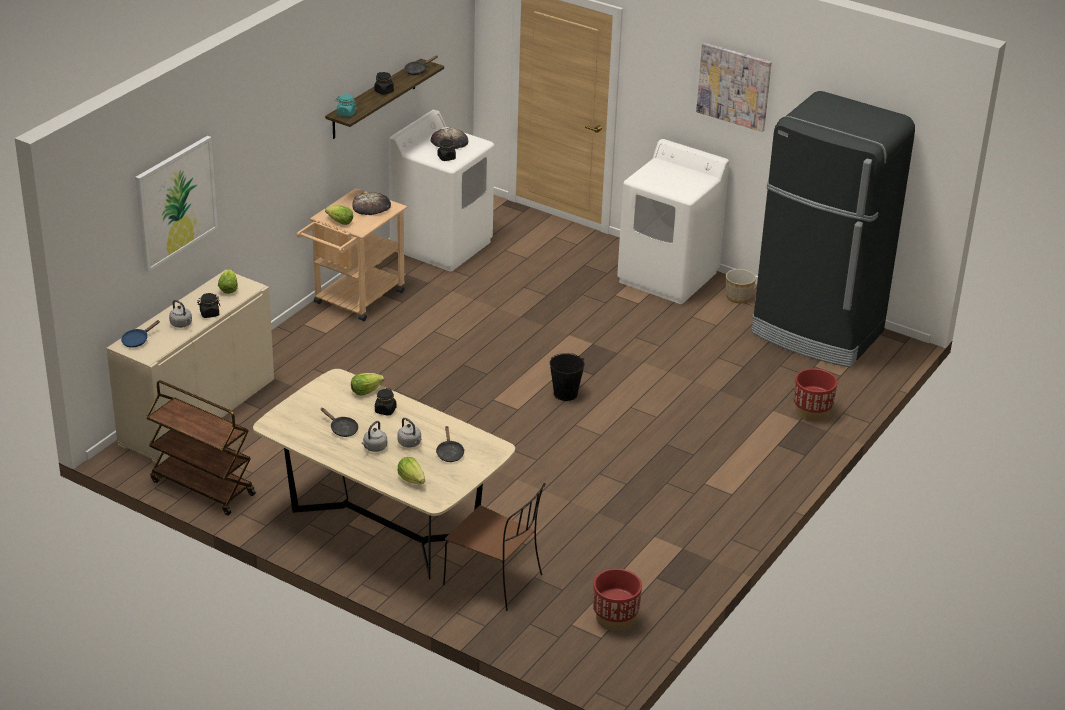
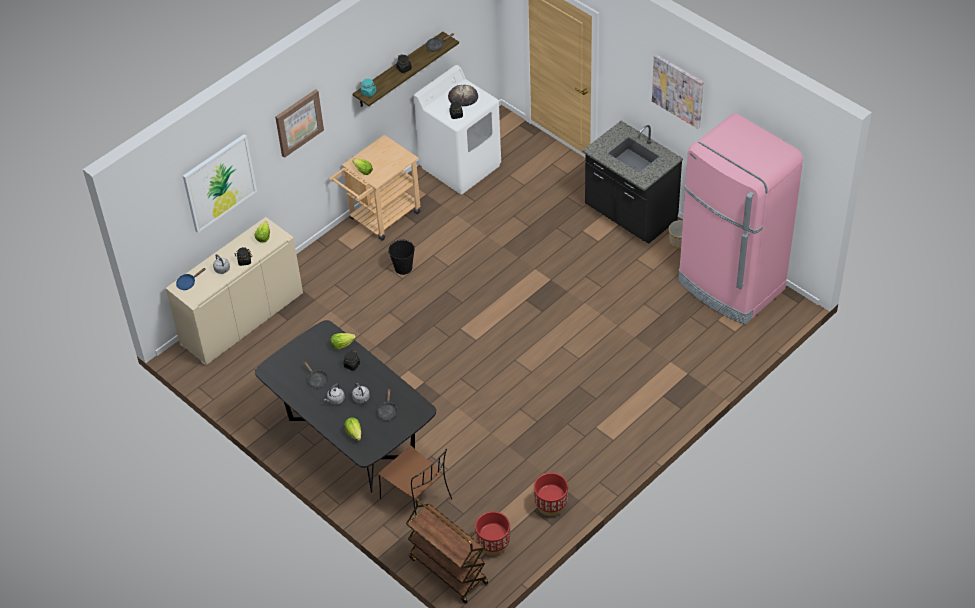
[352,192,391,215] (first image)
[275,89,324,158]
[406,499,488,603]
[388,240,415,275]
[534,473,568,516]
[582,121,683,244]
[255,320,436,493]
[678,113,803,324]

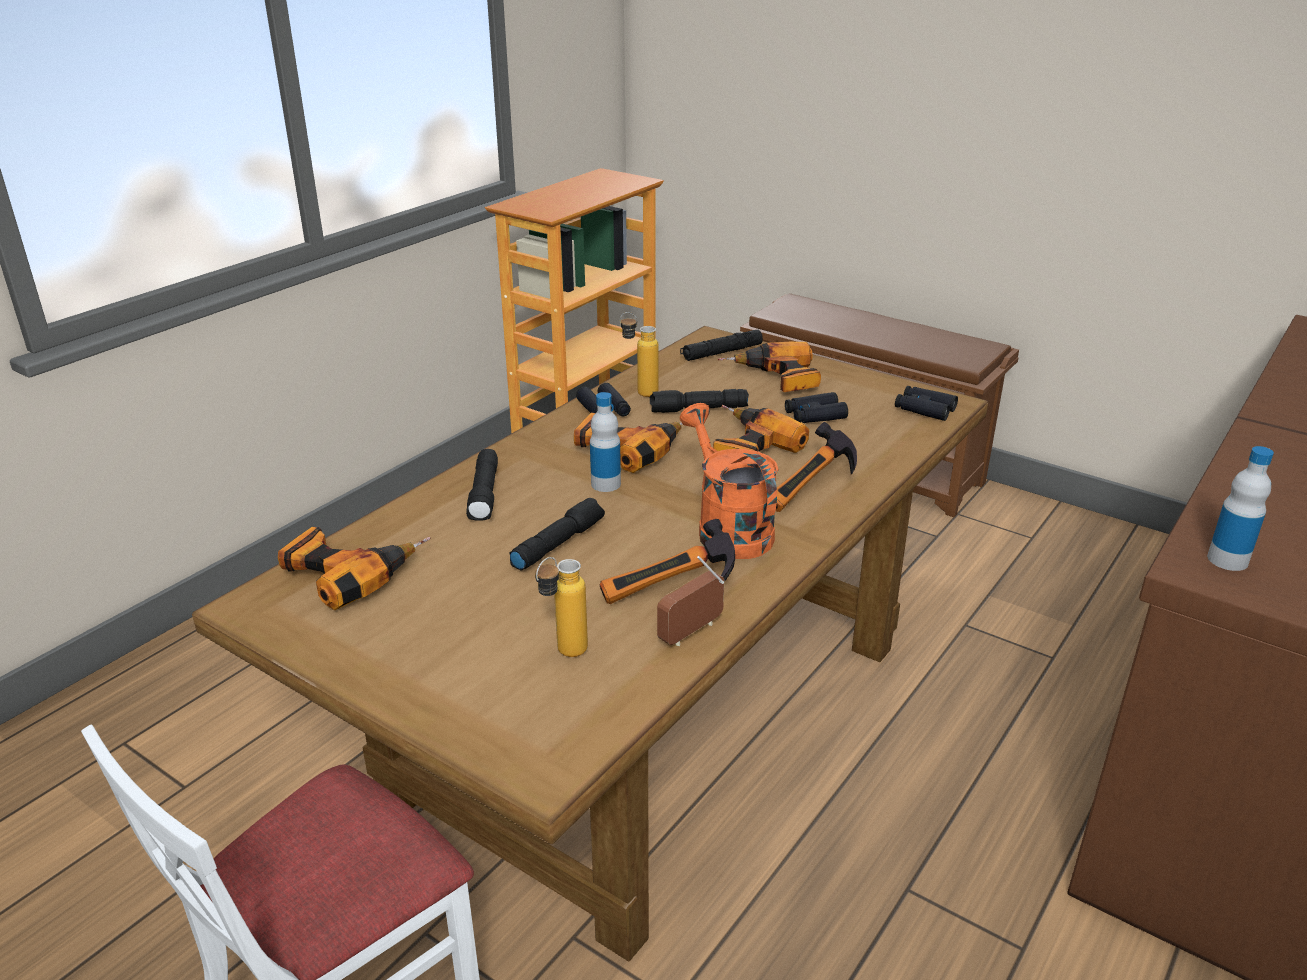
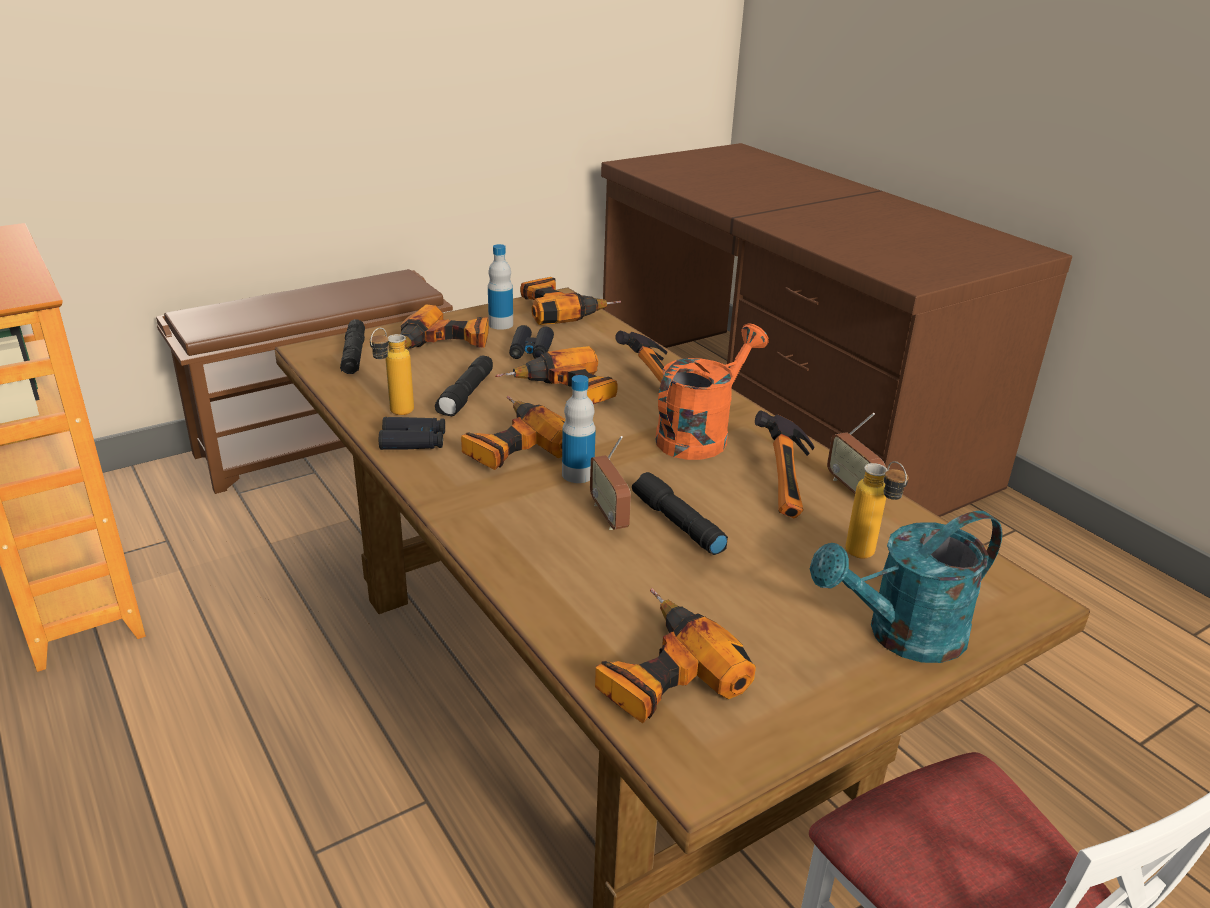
[466,449,498,521] (first image)
[590,436,631,530]
[810,511,1002,663]
[488,244,513,330]
[520,277,621,325]
[655,324,769,460]

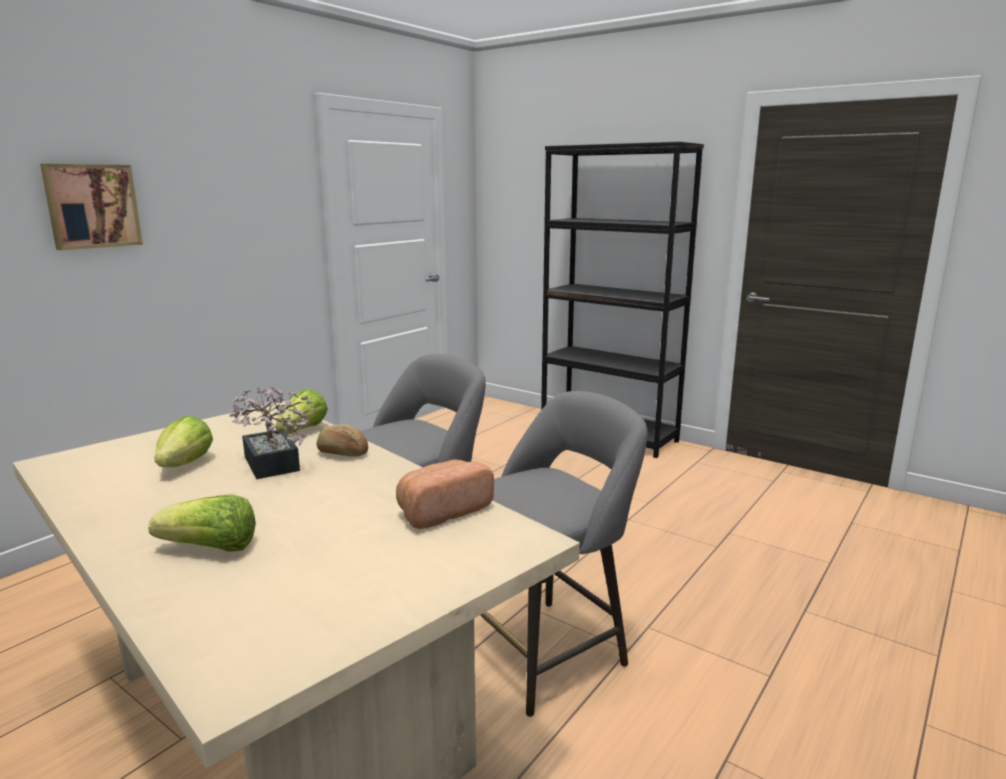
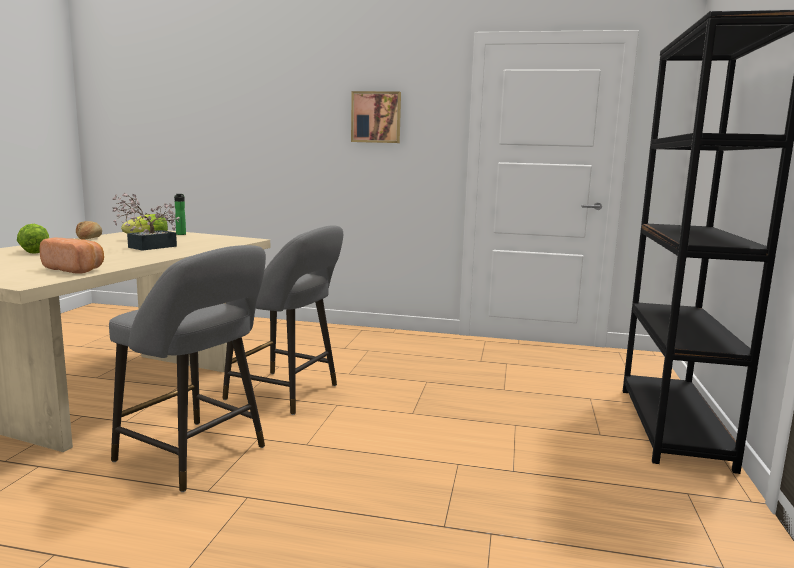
[276,389,328,434] (first image)
[174,194,186,235]
[351,91,401,143]
[76,221,102,240]

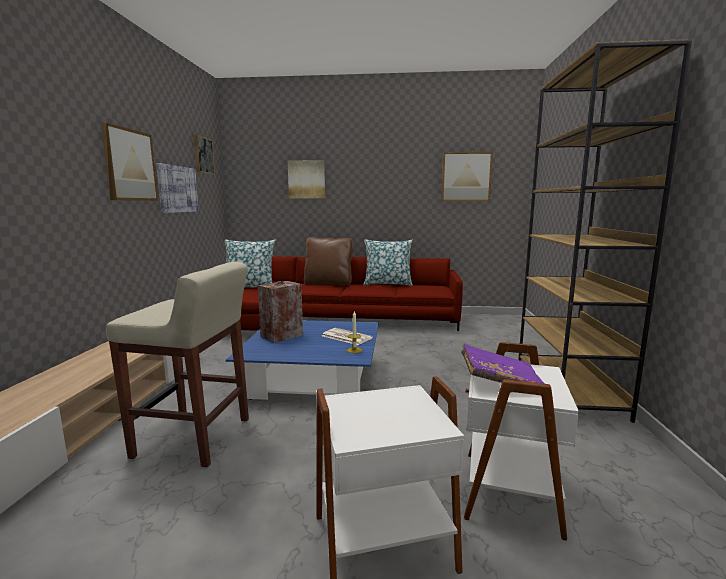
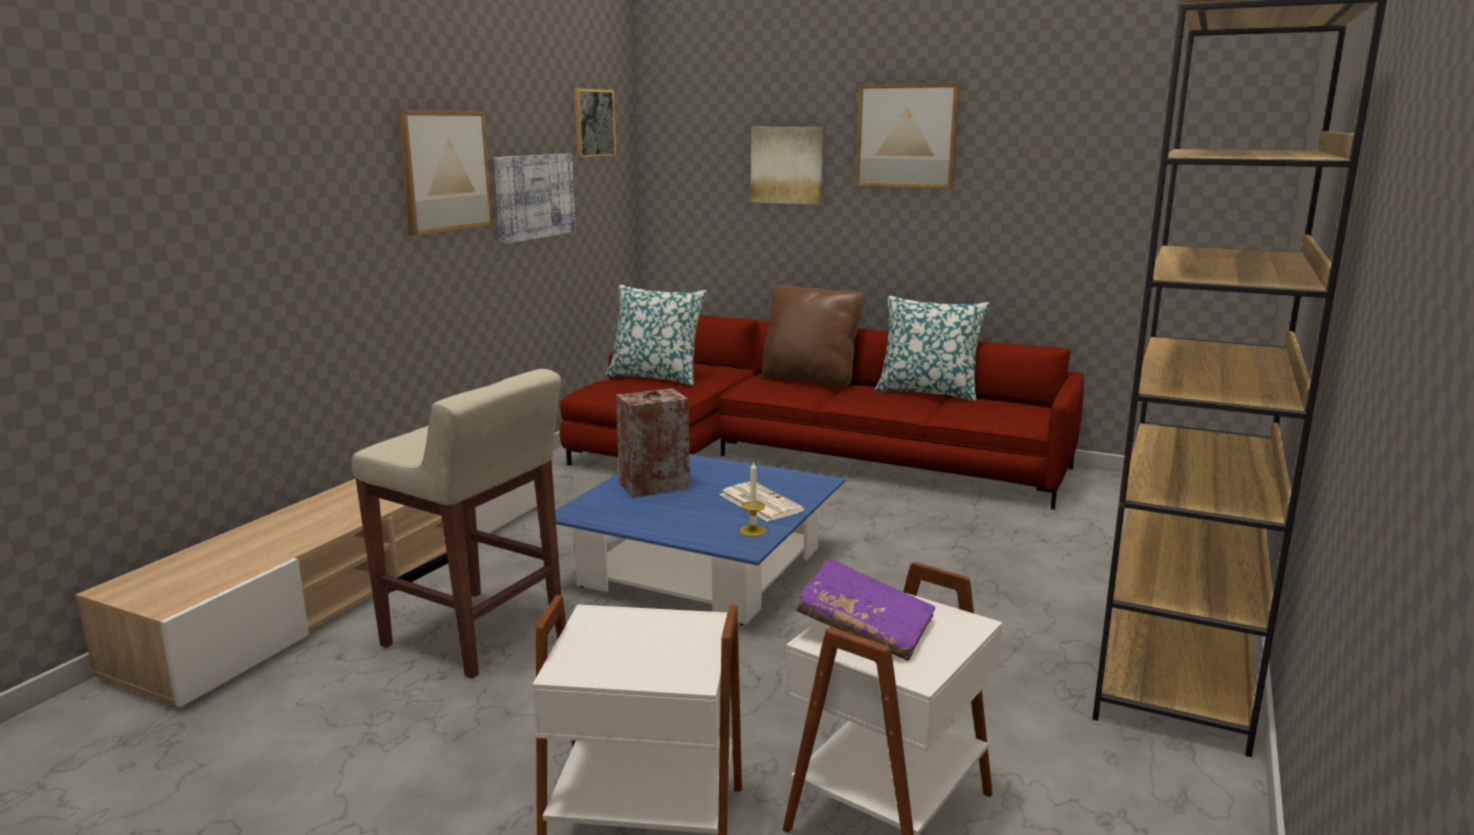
[856,83,960,189]

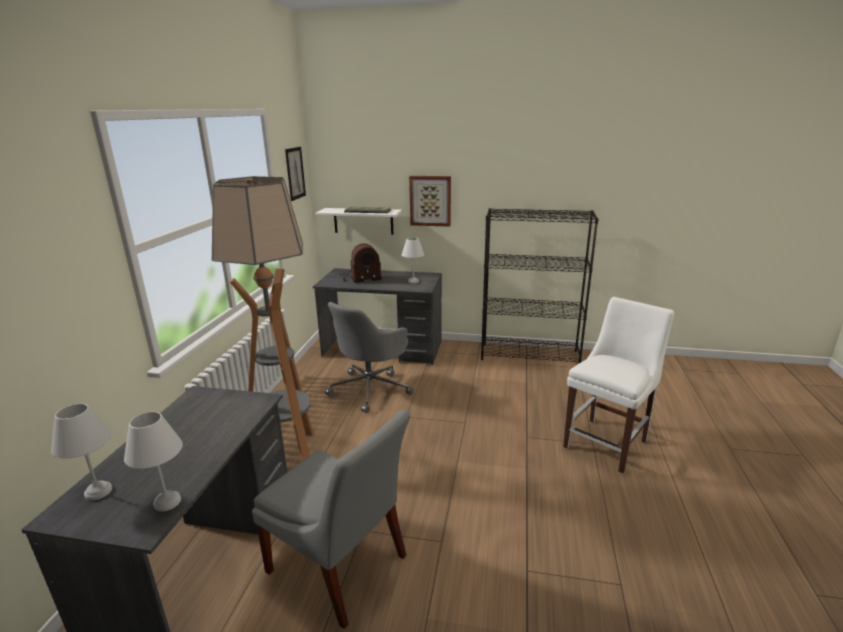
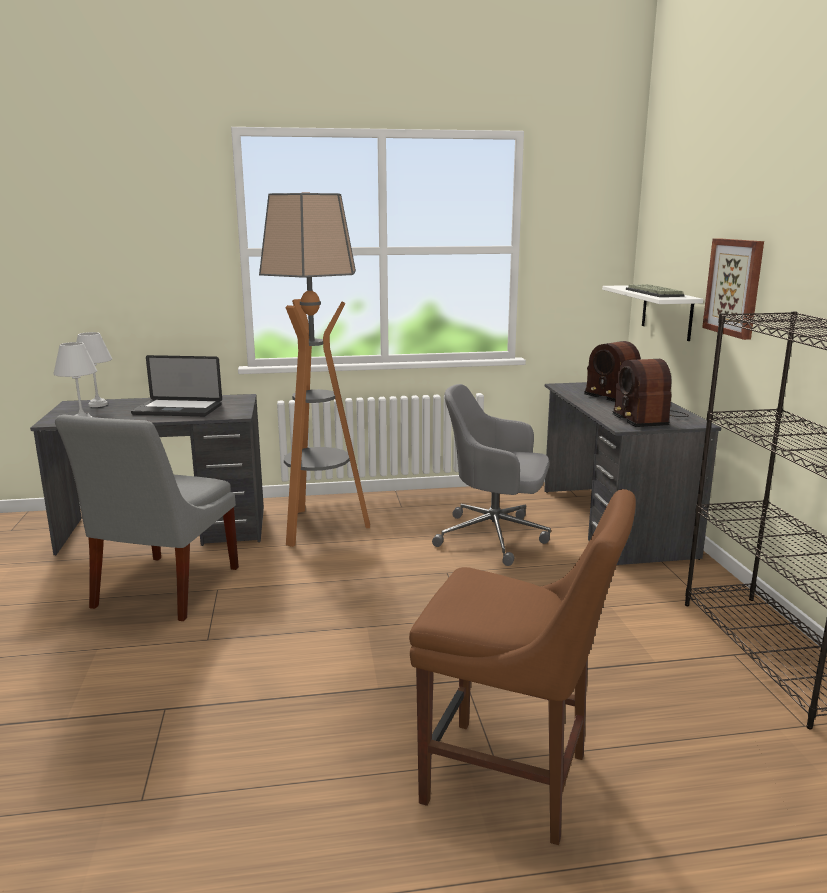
[285,147,306,201] (first image)
[131,355,222,417]
[612,359,689,427]
[409,489,636,845]

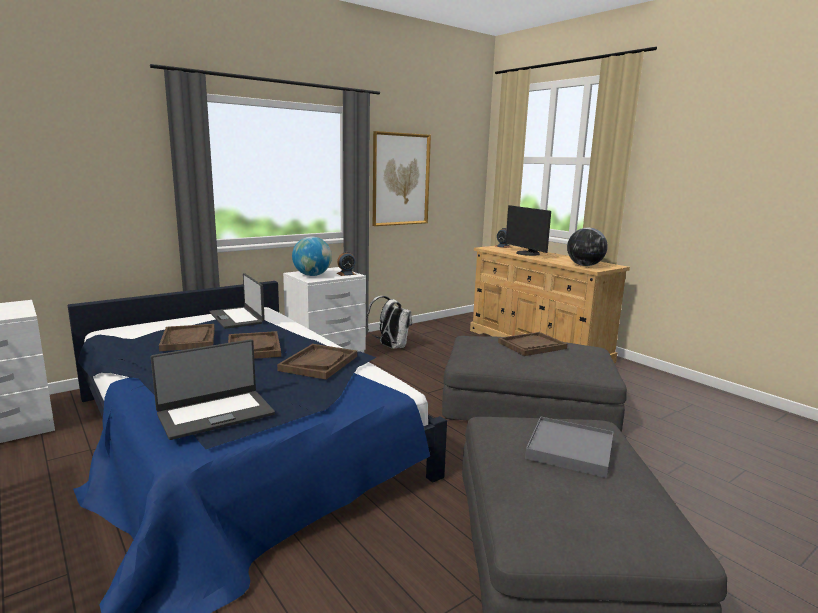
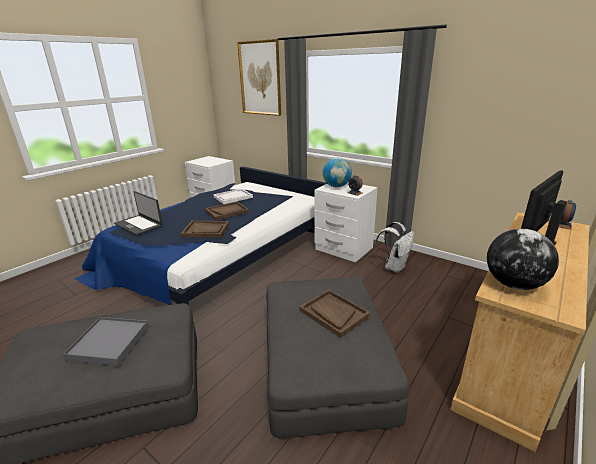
[209,273,265,329] (first image)
[237,39,281,116]
[213,189,253,204]

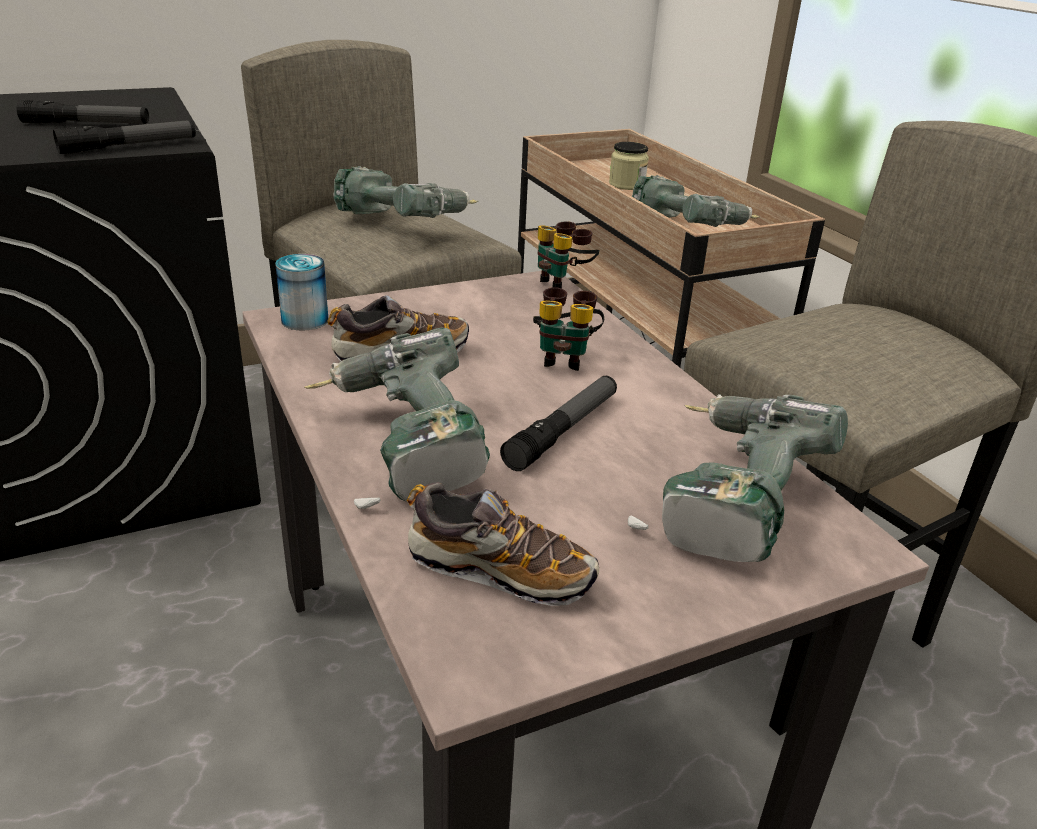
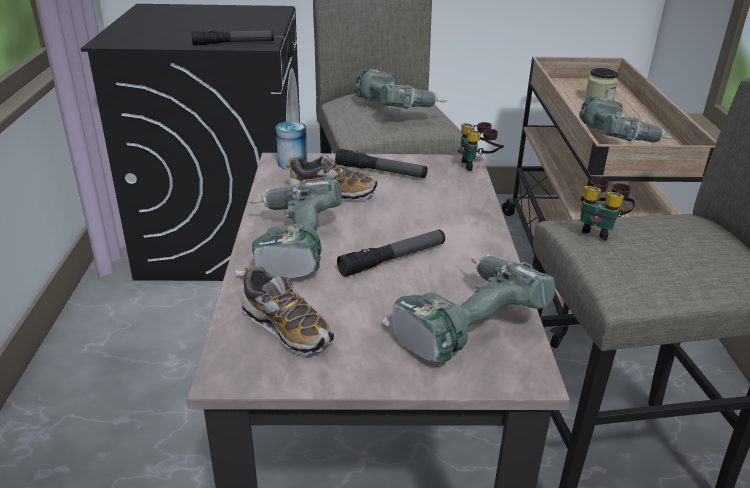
[335,149,428,178]
[580,177,635,240]

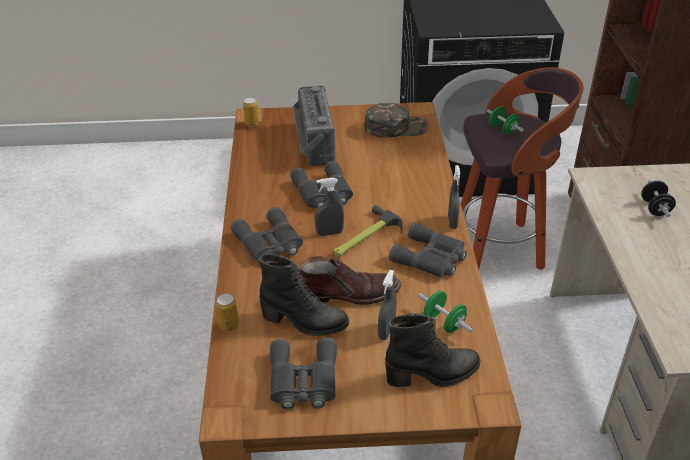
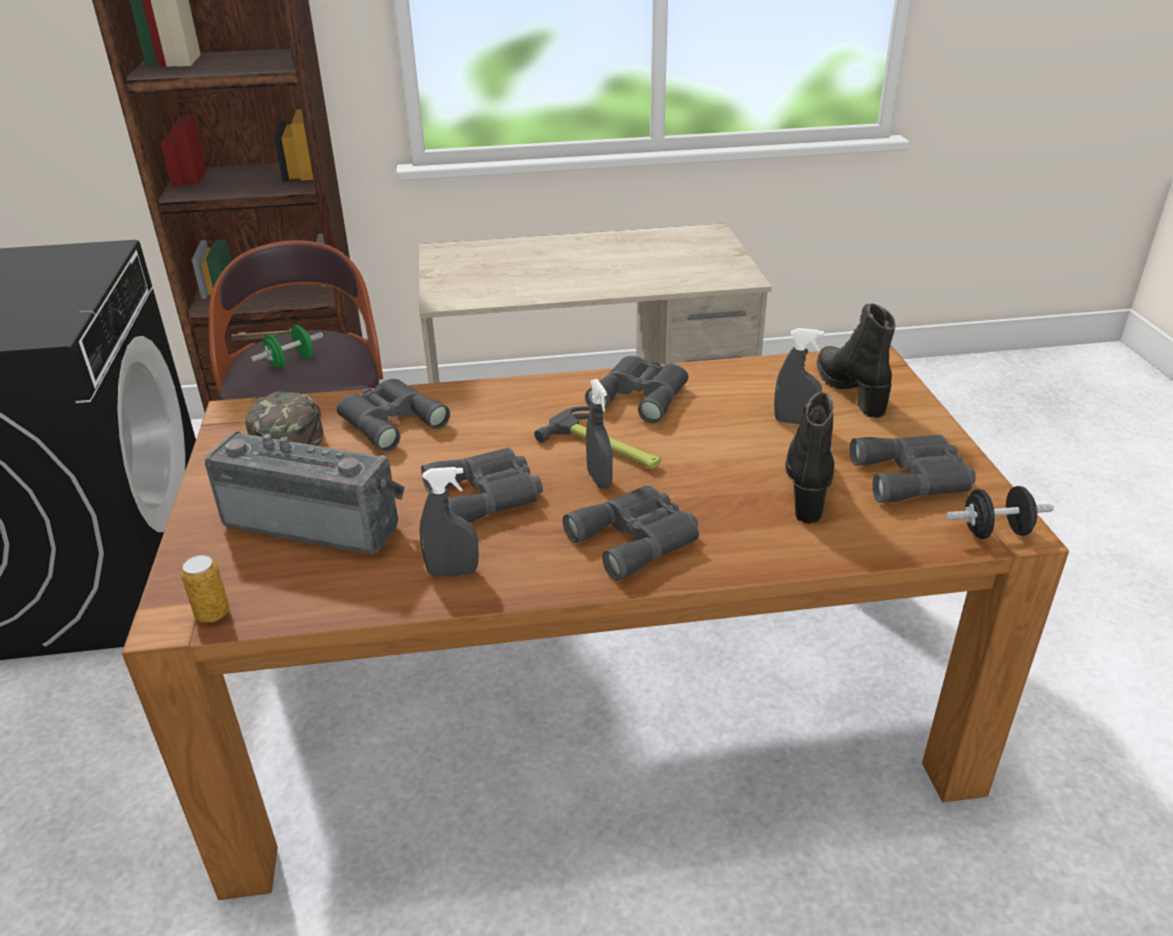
[216,293,239,332] (first image)
[299,256,401,305] (first image)
[418,291,473,333] (first image)
[337,379,450,451]
[419,467,479,577]
[946,486,1054,539]
[205,431,405,555]

